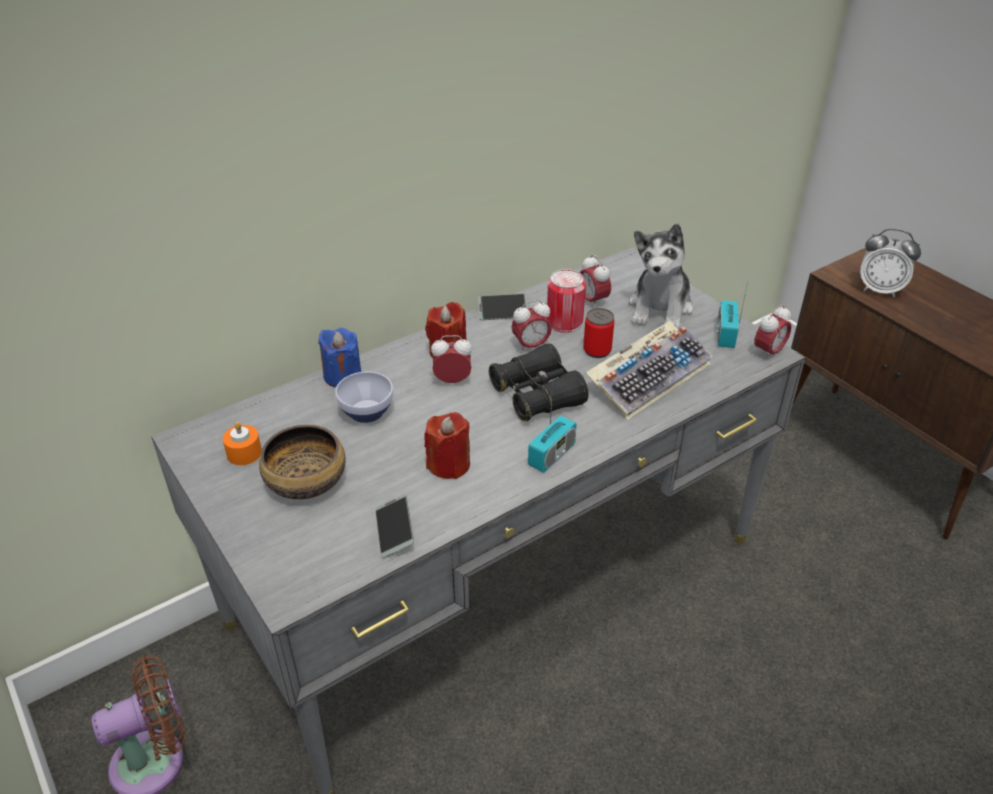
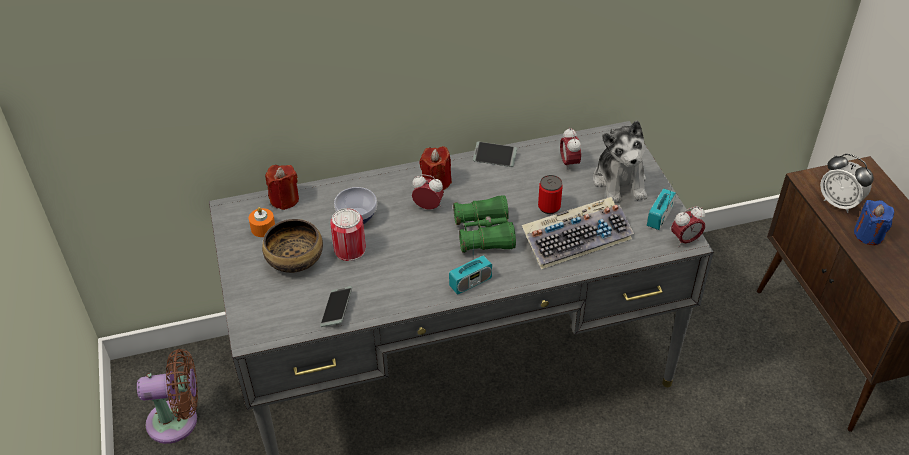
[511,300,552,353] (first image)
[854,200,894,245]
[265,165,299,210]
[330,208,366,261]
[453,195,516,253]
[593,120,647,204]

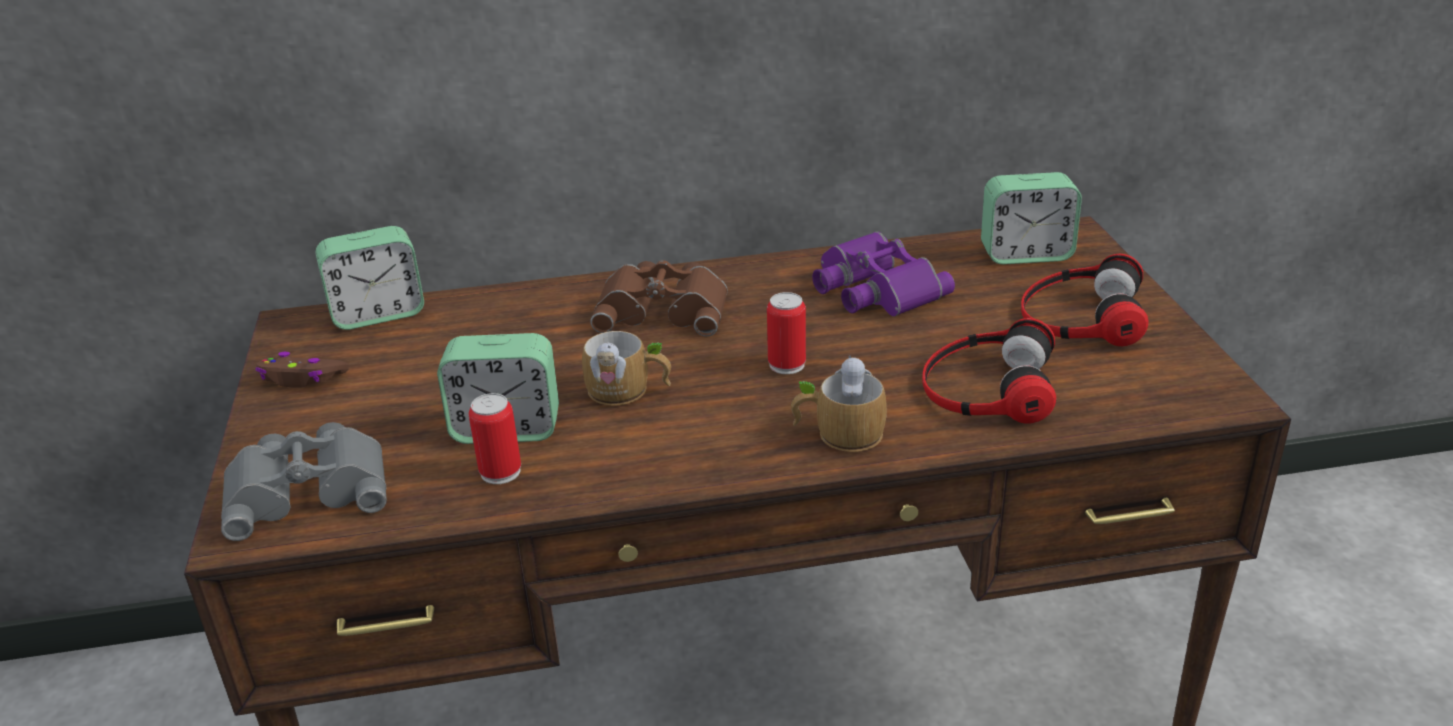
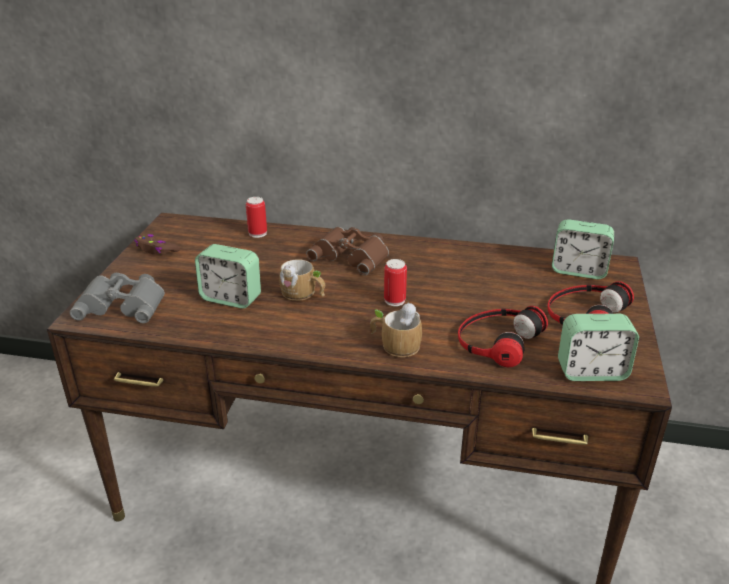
[812,231,955,317] (first image)
[558,314,639,381]
[246,197,267,238]

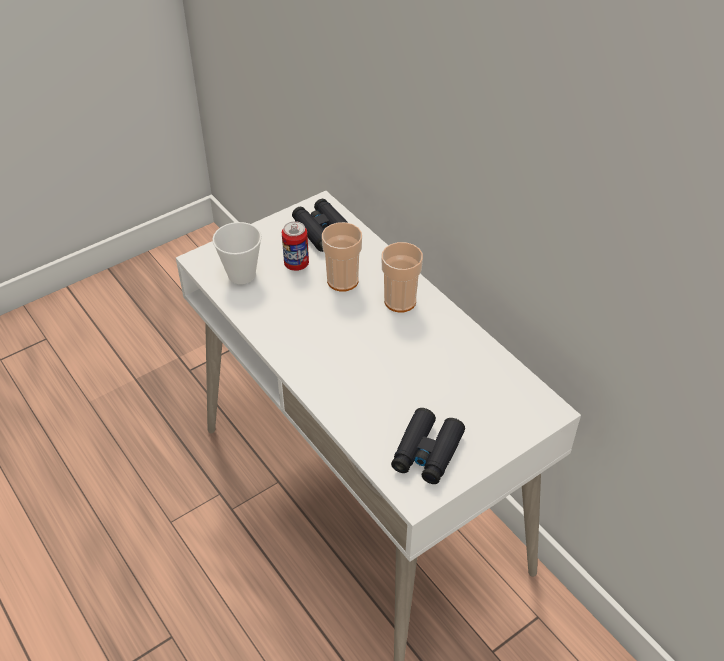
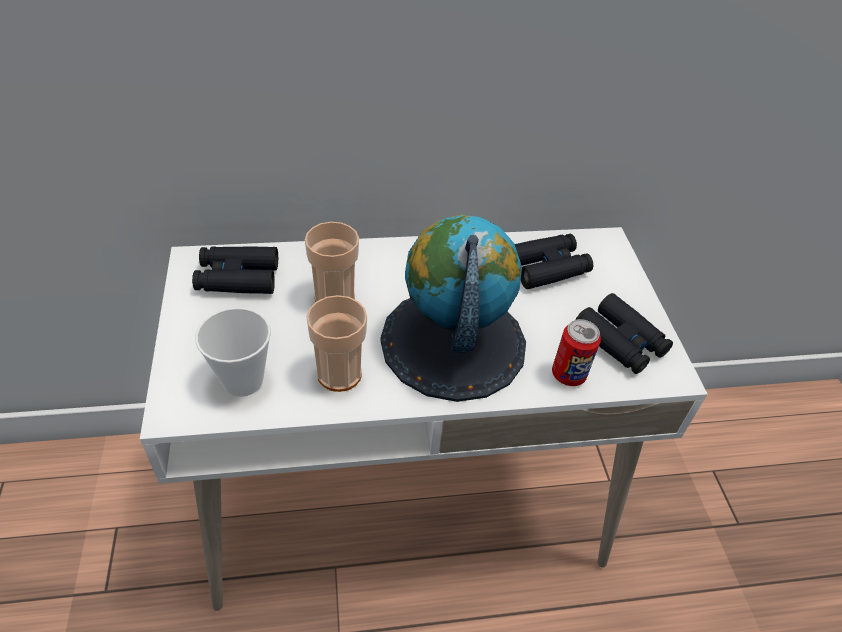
[380,215,526,402]
[515,234,593,289]
[552,319,601,386]
[306,295,367,392]

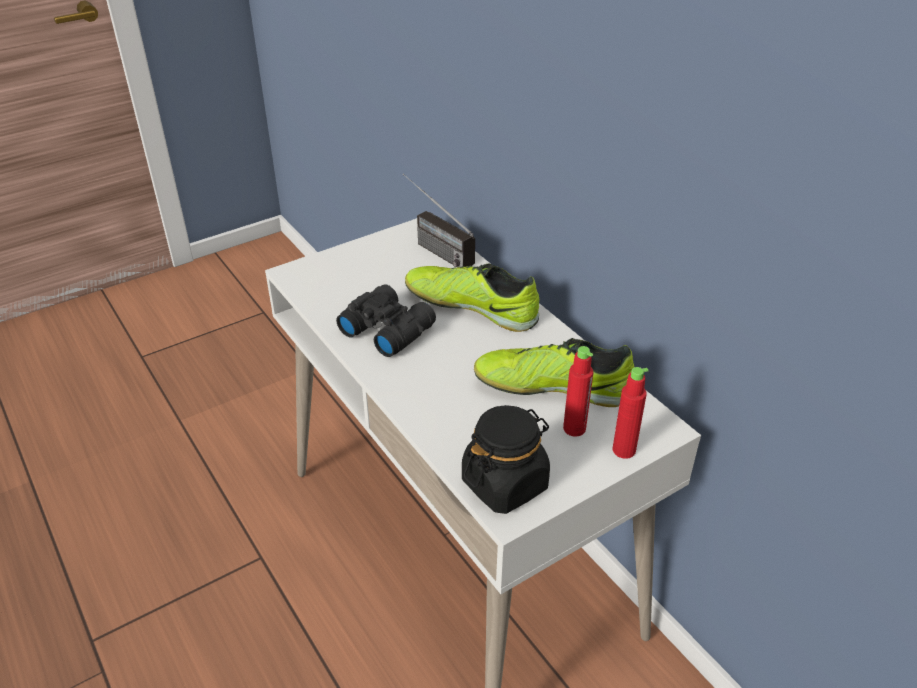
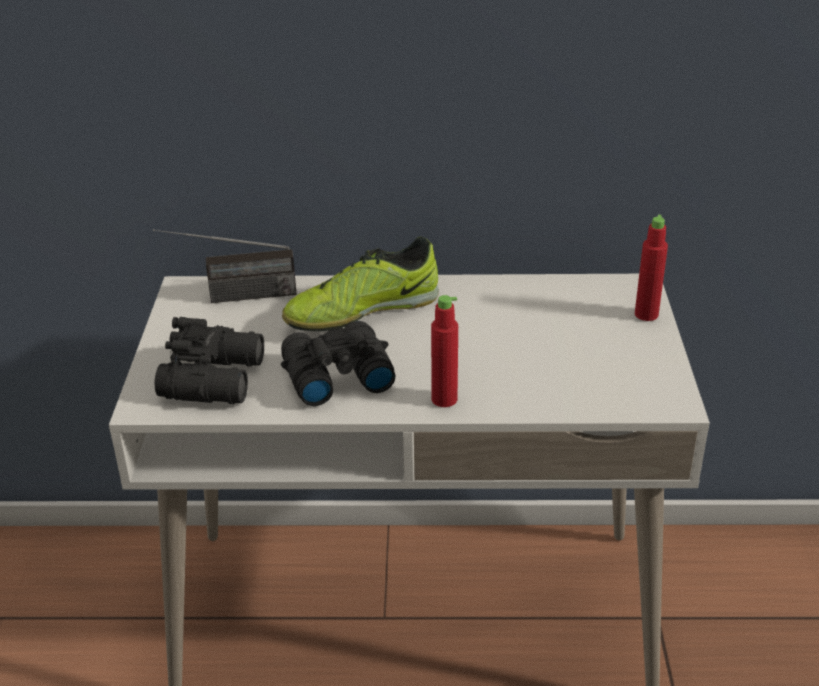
[462,405,550,514] (first image)
[474,338,634,407] (first image)
[154,317,264,404]
[431,295,458,407]

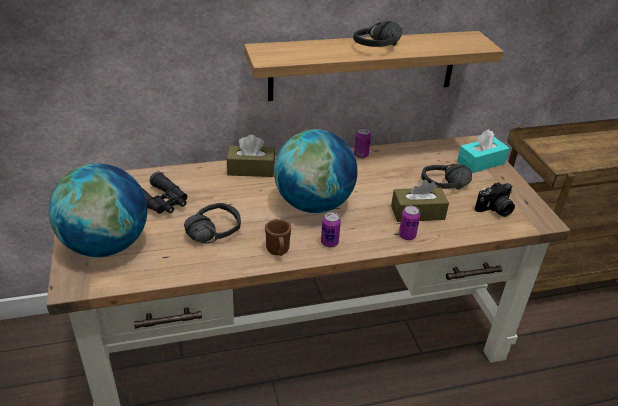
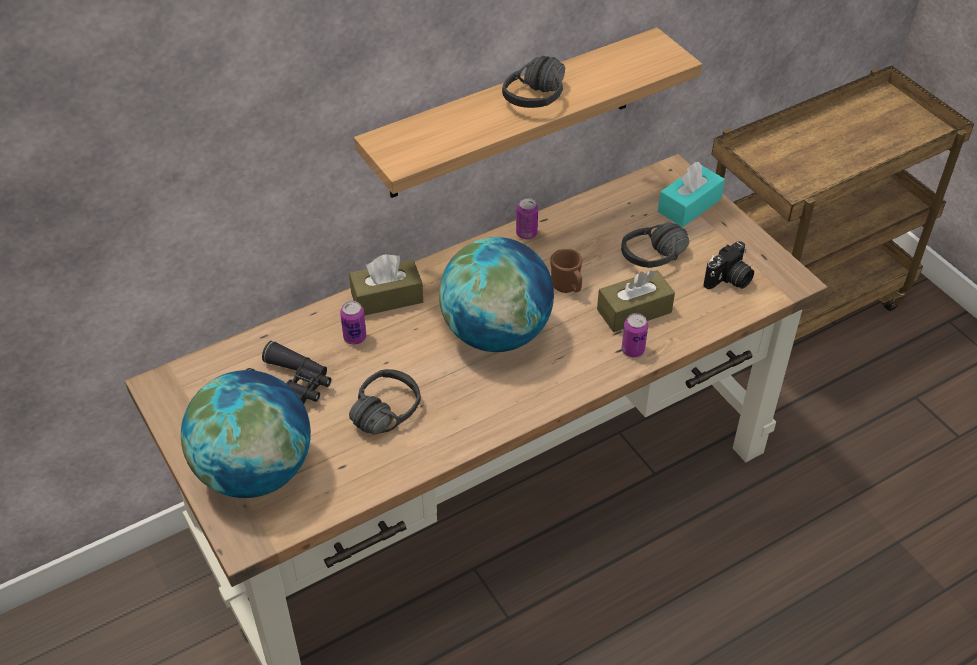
[550,249,583,293]
[340,301,366,345]

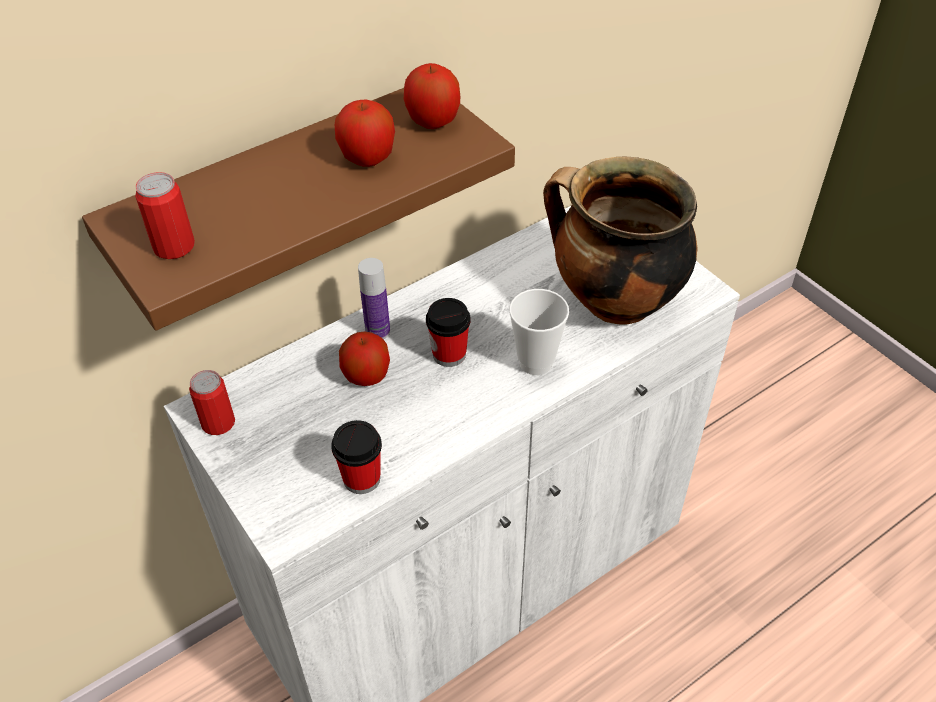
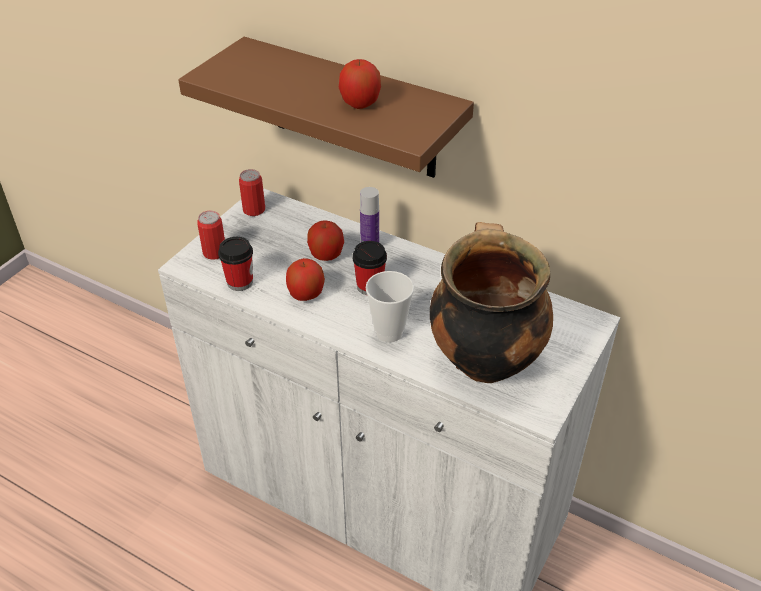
[197,211,225,260]
[286,258,325,301]

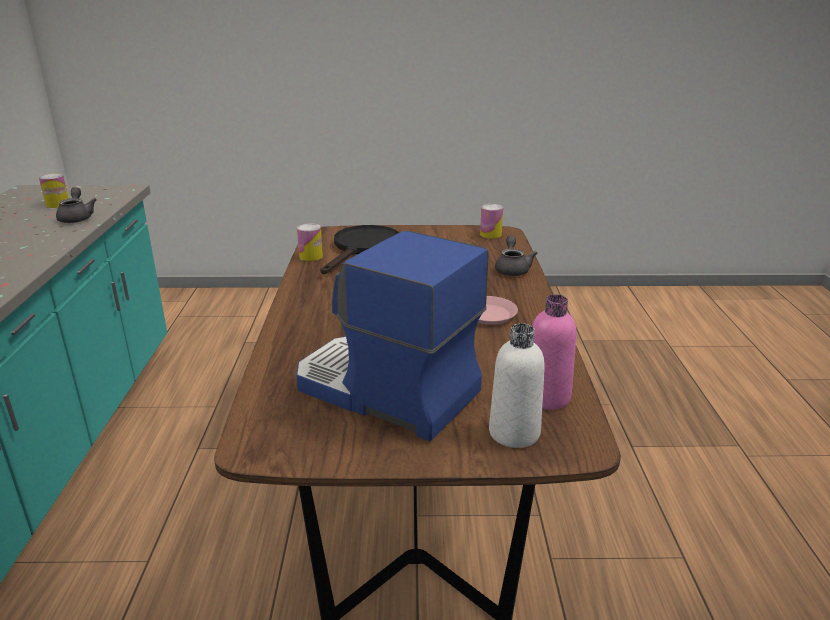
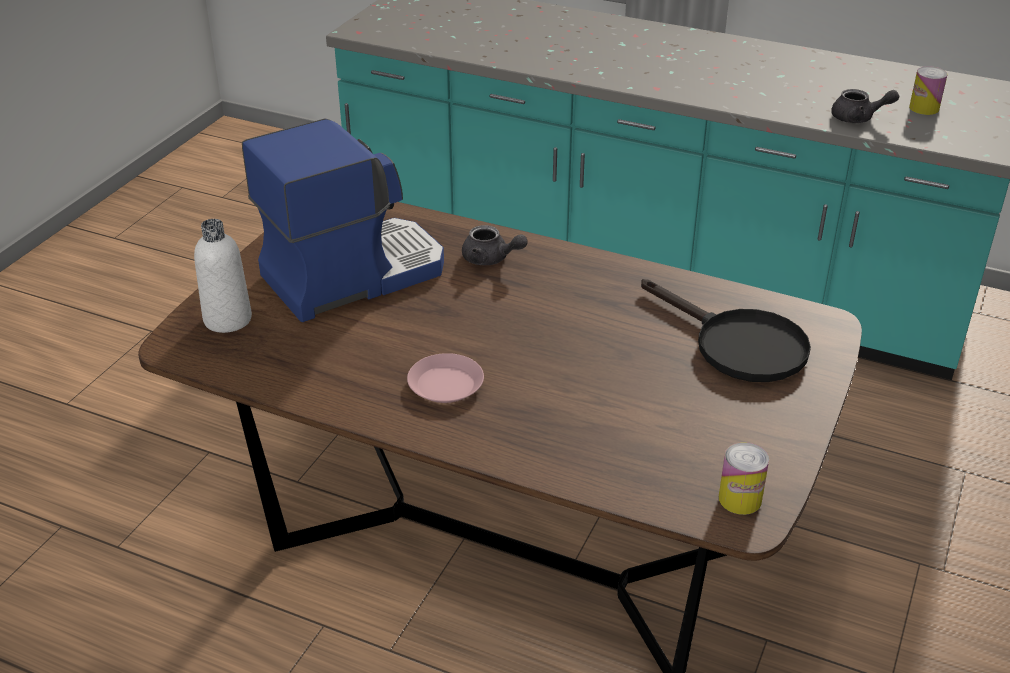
[297,223,323,261] (first image)
[532,294,576,410] (first image)
[462,225,528,265]

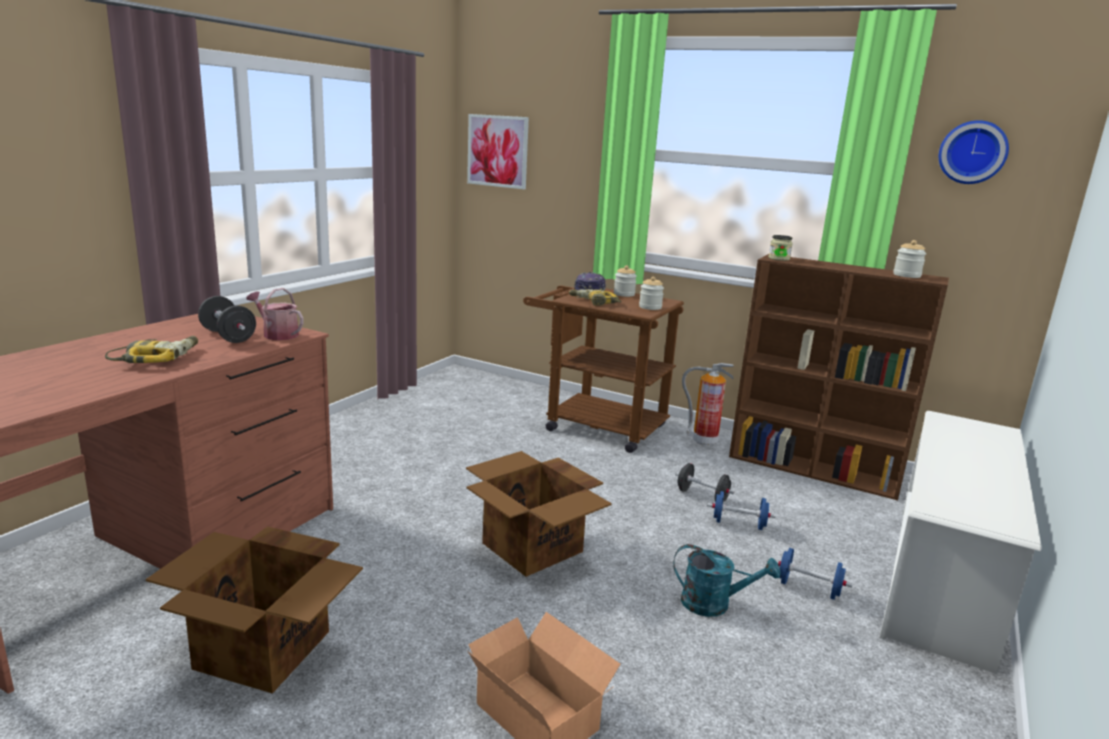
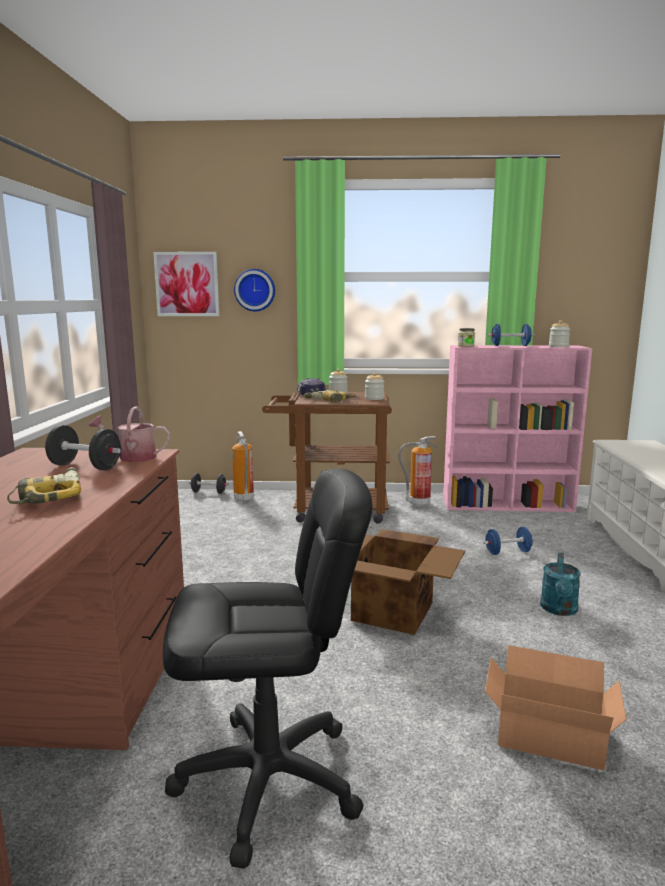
[231,431,254,502]
[189,473,229,494]
[488,324,535,346]
[234,269,275,311]
[163,469,372,869]
[443,345,592,512]
[540,552,581,616]

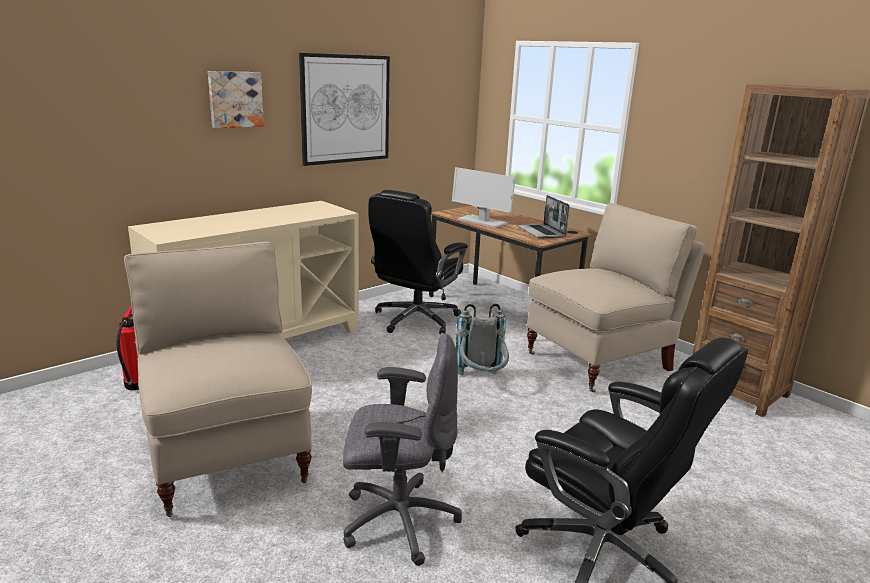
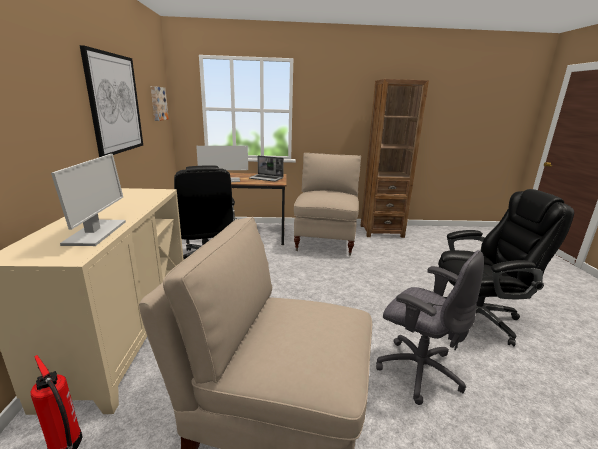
[456,304,509,375] (first image)
[51,154,126,246]
[151,86,169,121]
[376,250,484,405]

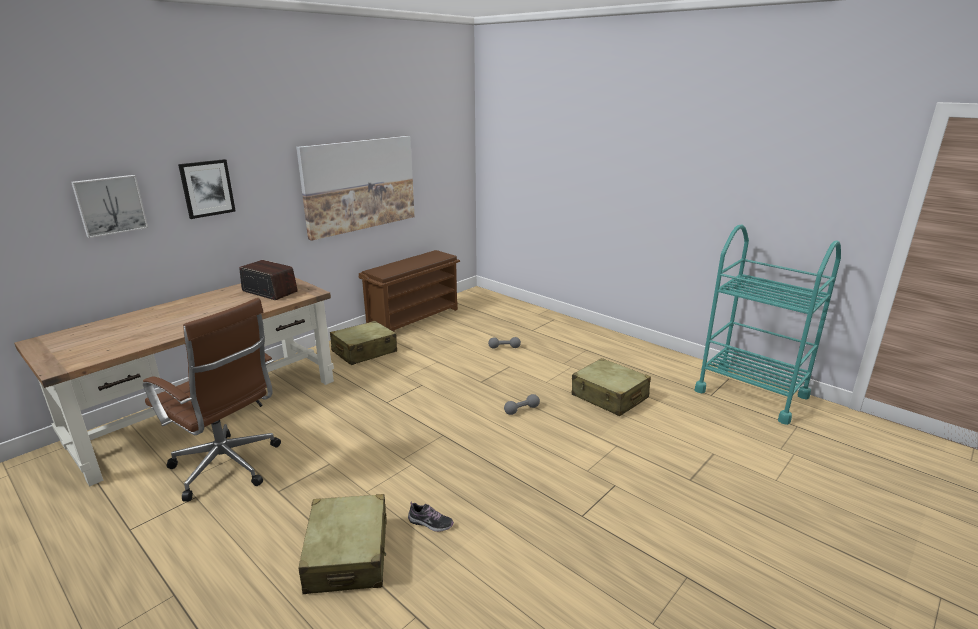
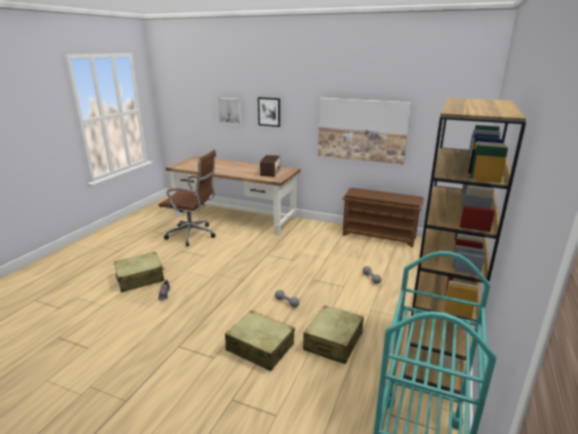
[403,98,526,394]
[225,310,295,371]
[159,150,216,247]

